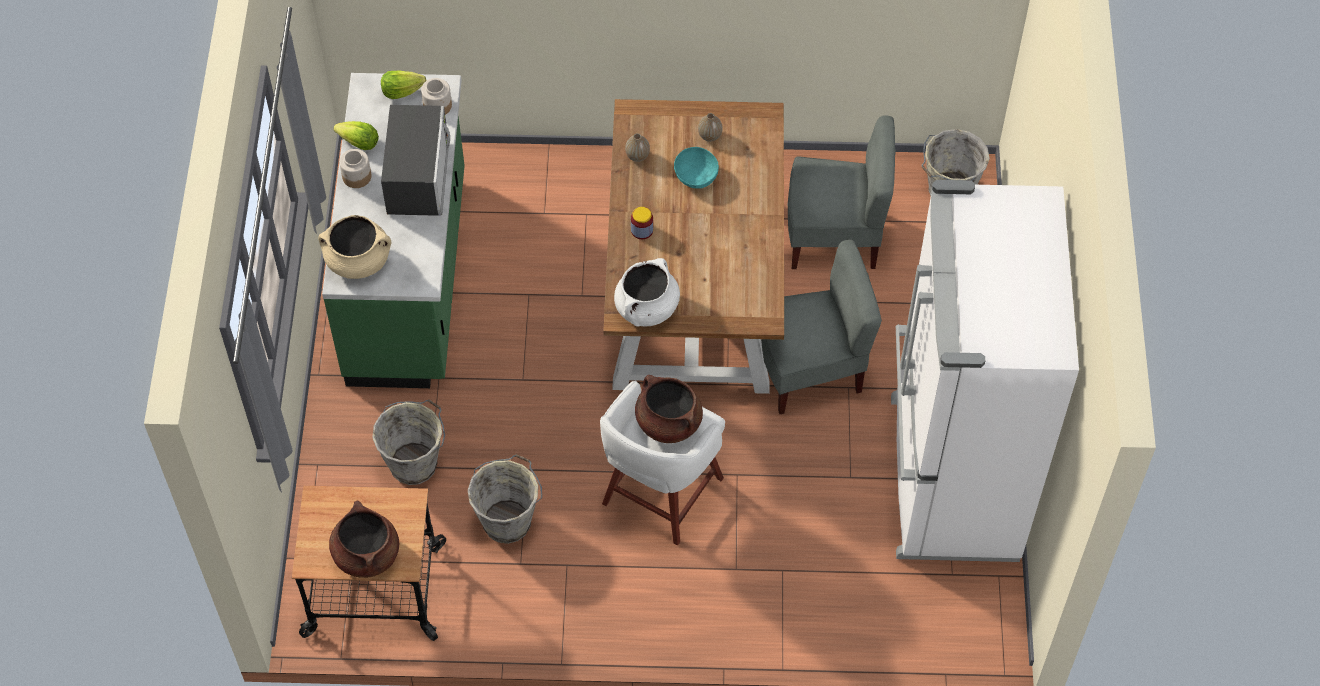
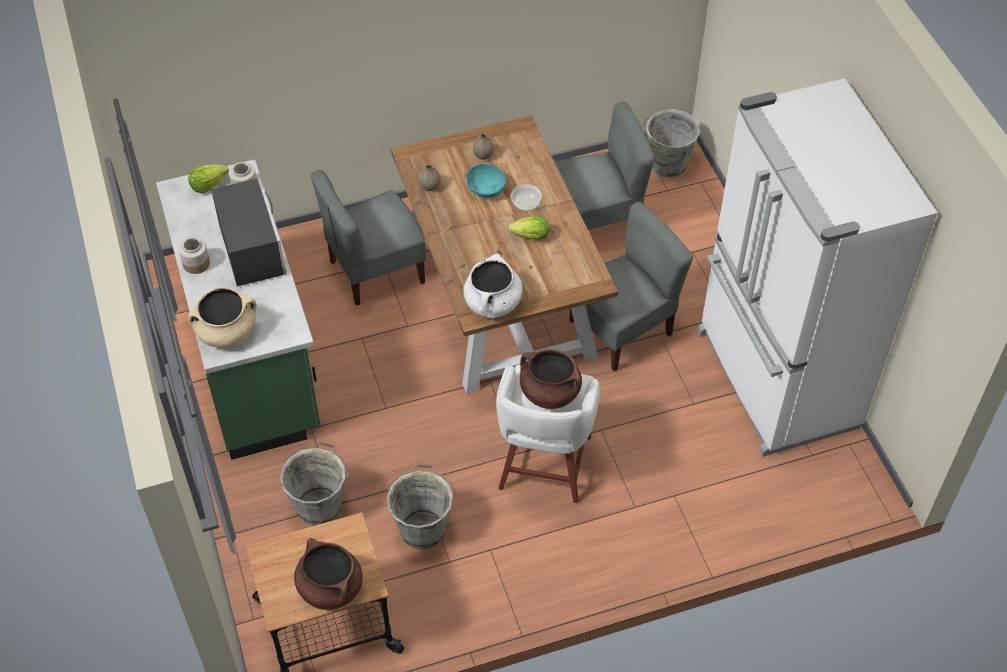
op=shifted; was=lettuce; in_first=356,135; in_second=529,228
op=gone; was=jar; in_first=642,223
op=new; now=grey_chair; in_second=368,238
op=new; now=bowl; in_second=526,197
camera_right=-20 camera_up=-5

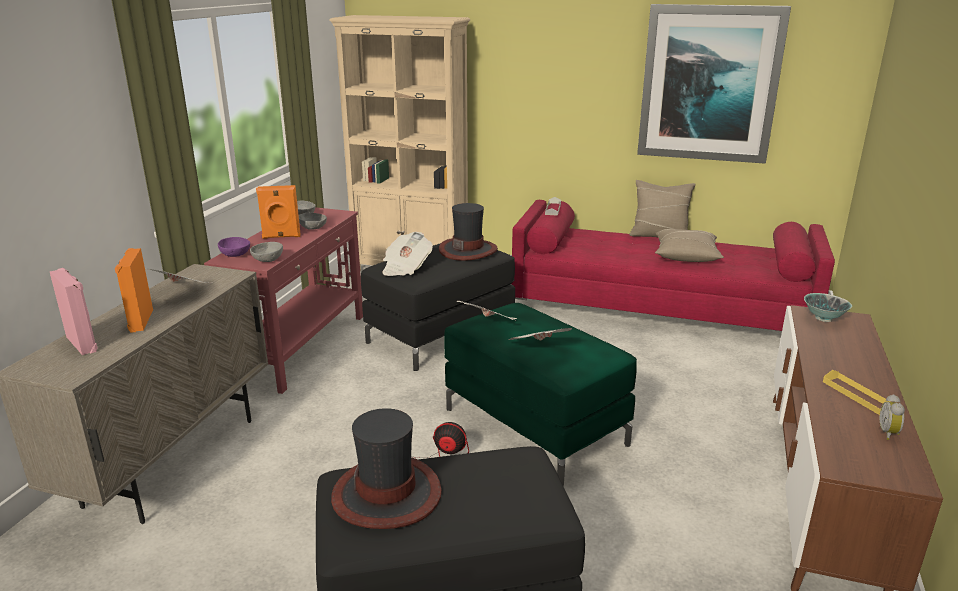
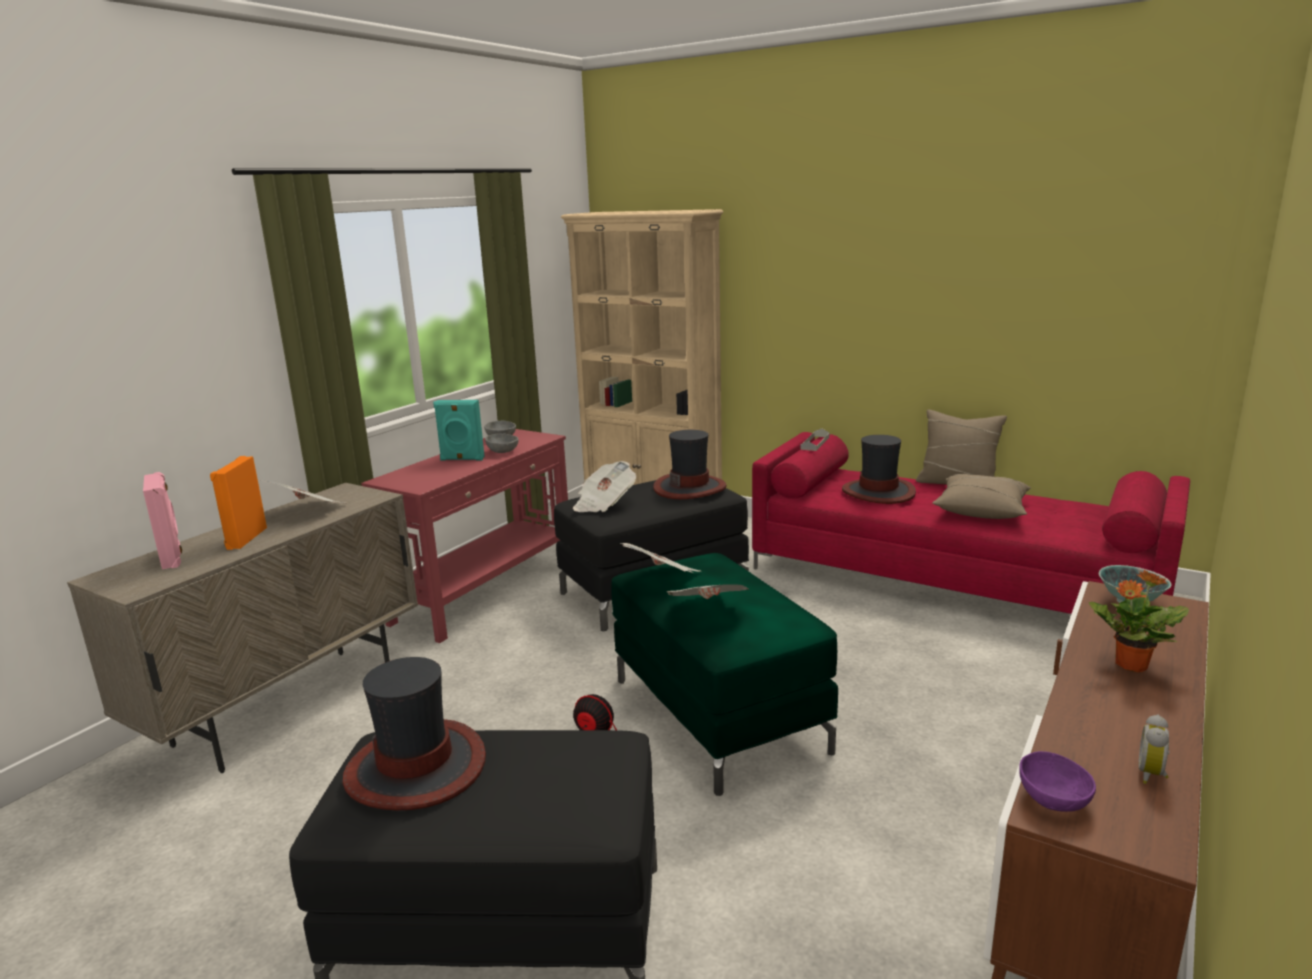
op=gone; was=picture; in_first=714,84
op=repainted; was=orange_speaker; now=turquoise_speaker; in_first=278,212; in_second=459,430
op=shifted; was=purple_bowl; in_first=234,247; in_second=1057,781
op=gone; was=grey_bowl; in_first=266,252
op=gone; was=yellow_tray; in_first=857,392
op=new; now=hat; in_second=879,469
op=new; now=potted_plant; in_second=1139,621
camera_right=15 camera_up=-5

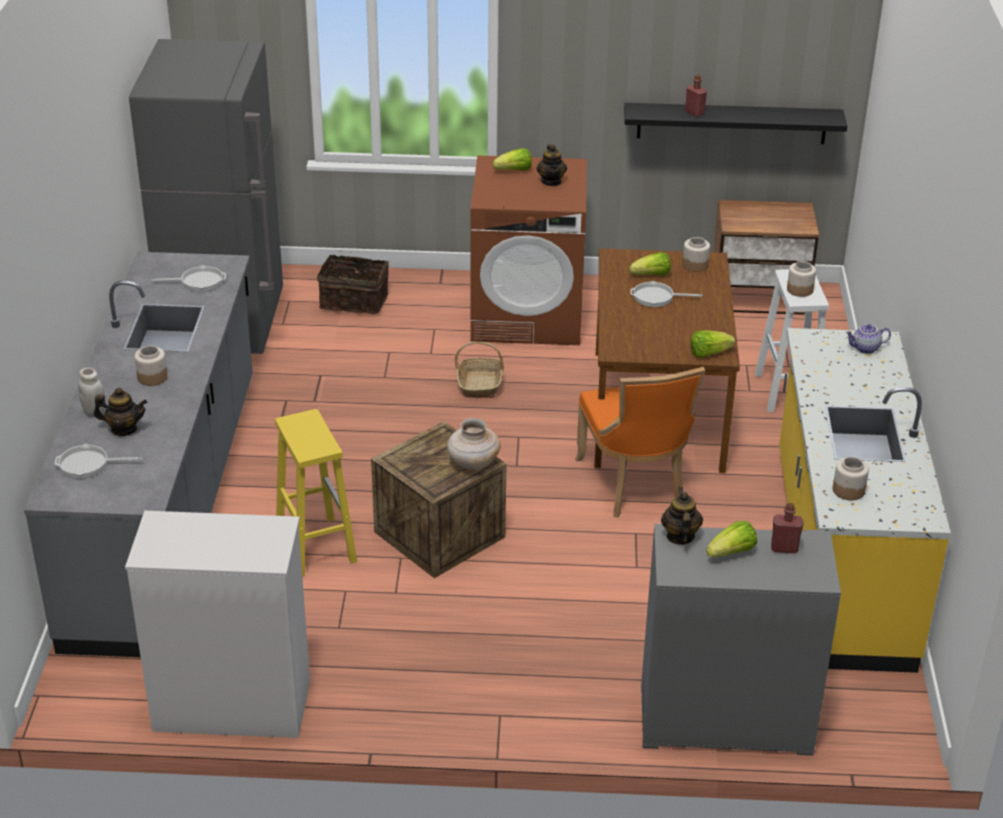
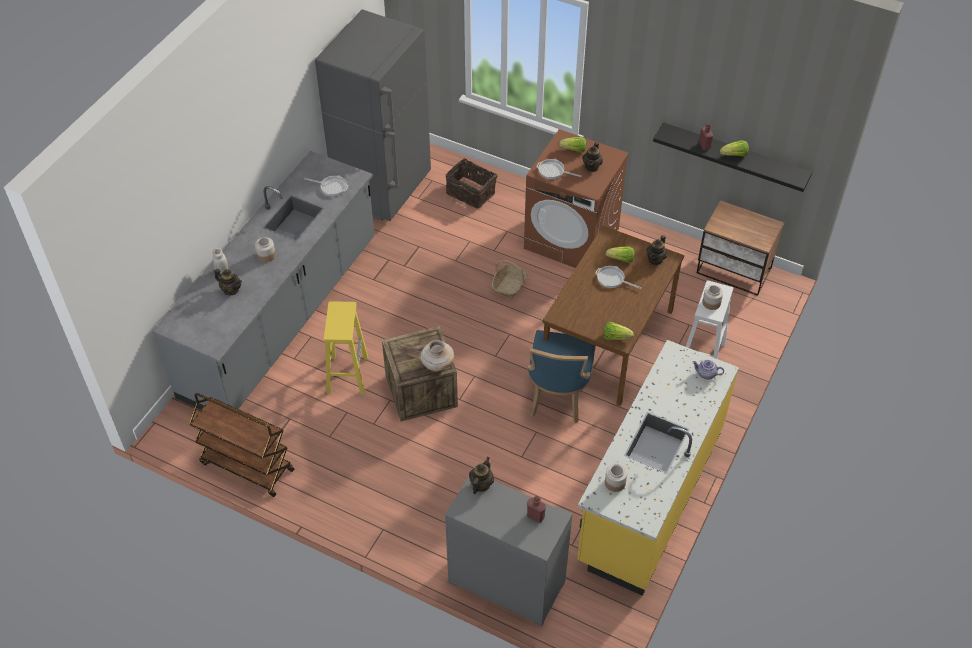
op=swapped; was=jar; now=teapot; in_first=696,254; in_second=656,250
op=repainted; was=orange_chair; now=blue_chair; in_first=640,442; in_second=562,376
op=shifted; was=frying_pan; in_first=98,461; in_second=559,169
op=swapped; was=white_dresser; now=brown_cart; in_first=217,624; in_second=241,445
op=shifted; was=lettuce; in_first=731,539; in_second=734,148
camera_right=25 camera_up=15

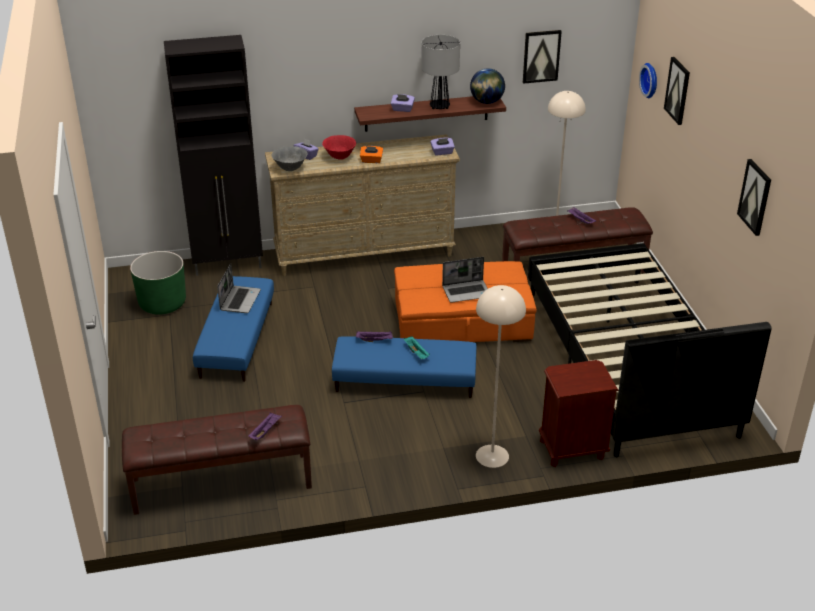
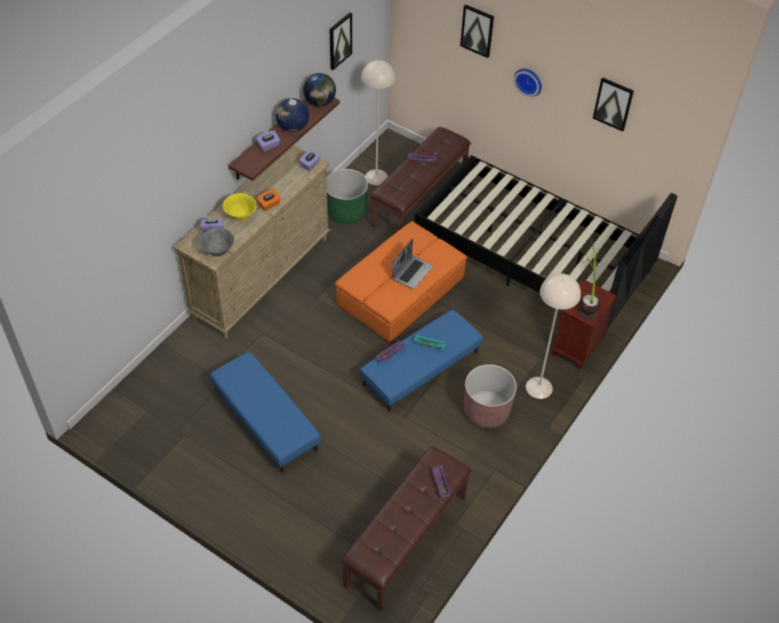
op=gone; was=black_cabinet; in_first=213,155
op=swapped; was=table_lamp; now=globe; in_first=440,72; in_second=292,115
op=shifted; was=wall_clock; in_first=648,80; in_second=528,83
op=repainted; was=red_bowl; now=yellow_bowl; in_first=339,147; in_second=239,206
op=shifted; was=green_planter; in_first=158,283; in_second=347,196
op=gone; was=laptop; in_first=239,288
op=new; now=potted_plant; in_second=590,276
op=new; now=brown_planter; in_second=490,396
camera_right=-45 camera_up=15

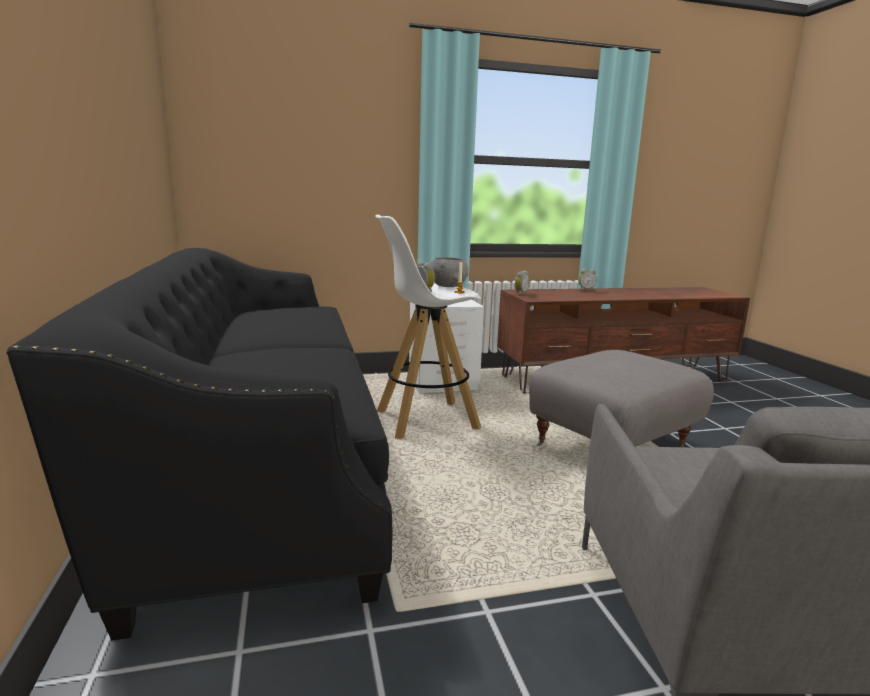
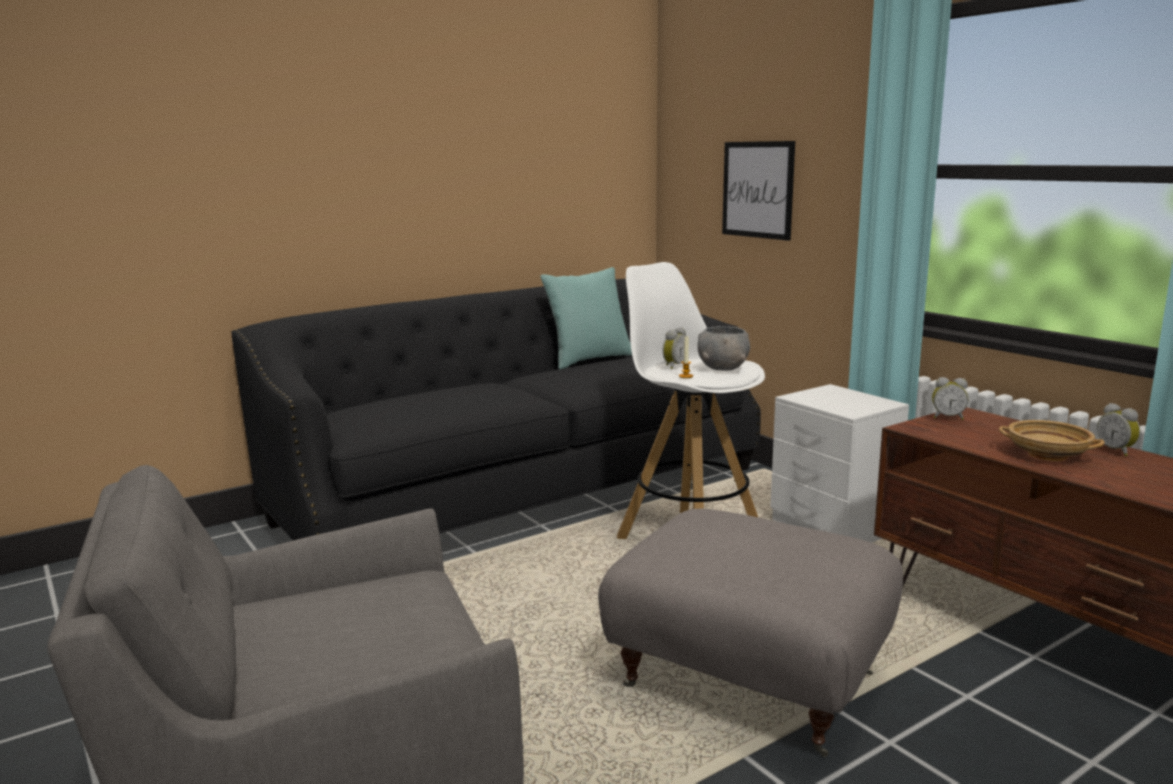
op=new; now=picture; in_second=758,191
op=new; now=turquoise_pillow; in_second=586,318
op=new; now=beige_bowl; in_second=1052,440
camera_right=70 camera_up=0

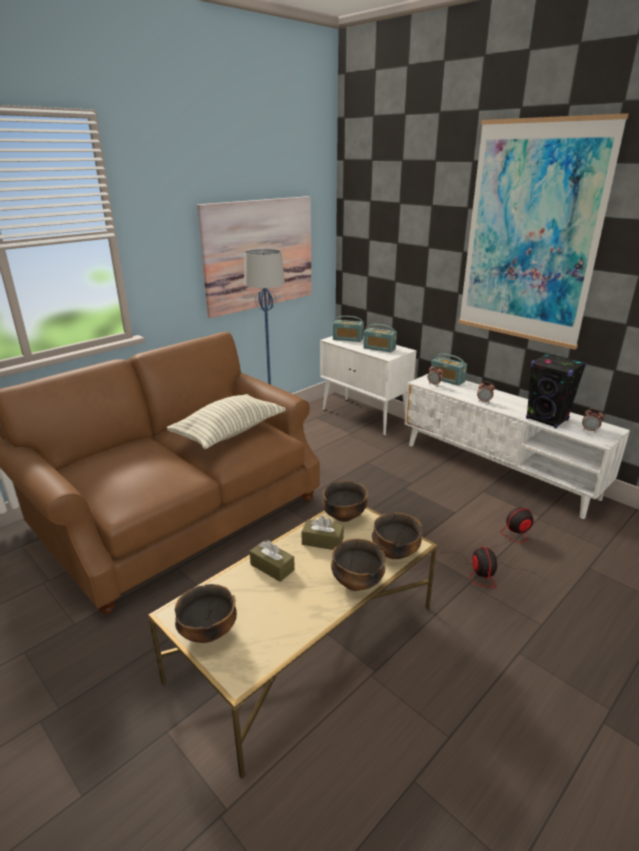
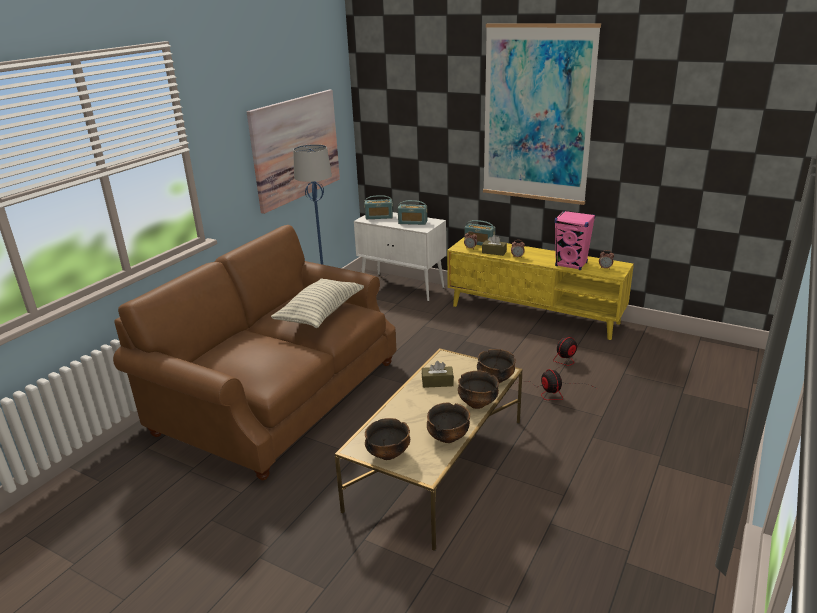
op=repainted; was=black_speaker; now=pink_speaker; in_first=556,390; in_second=575,240
op=repainted; was=white_tv_stand; now=yellow_tv_stand; in_first=517,446; in_second=540,288
op=shifted; was=bowl; in_first=345,501; in_second=448,422
op=shifted; was=brown_tissue_box; in_first=272,561; in_second=494,245
camera_right=-15 camera_up=0

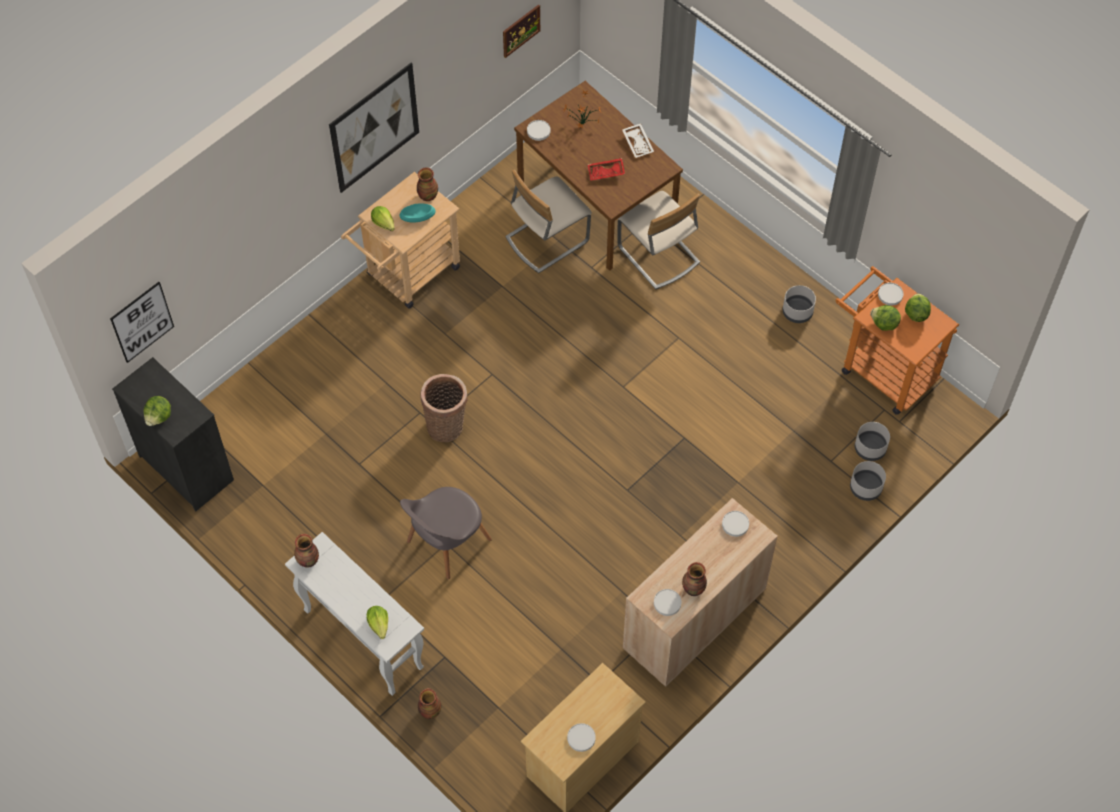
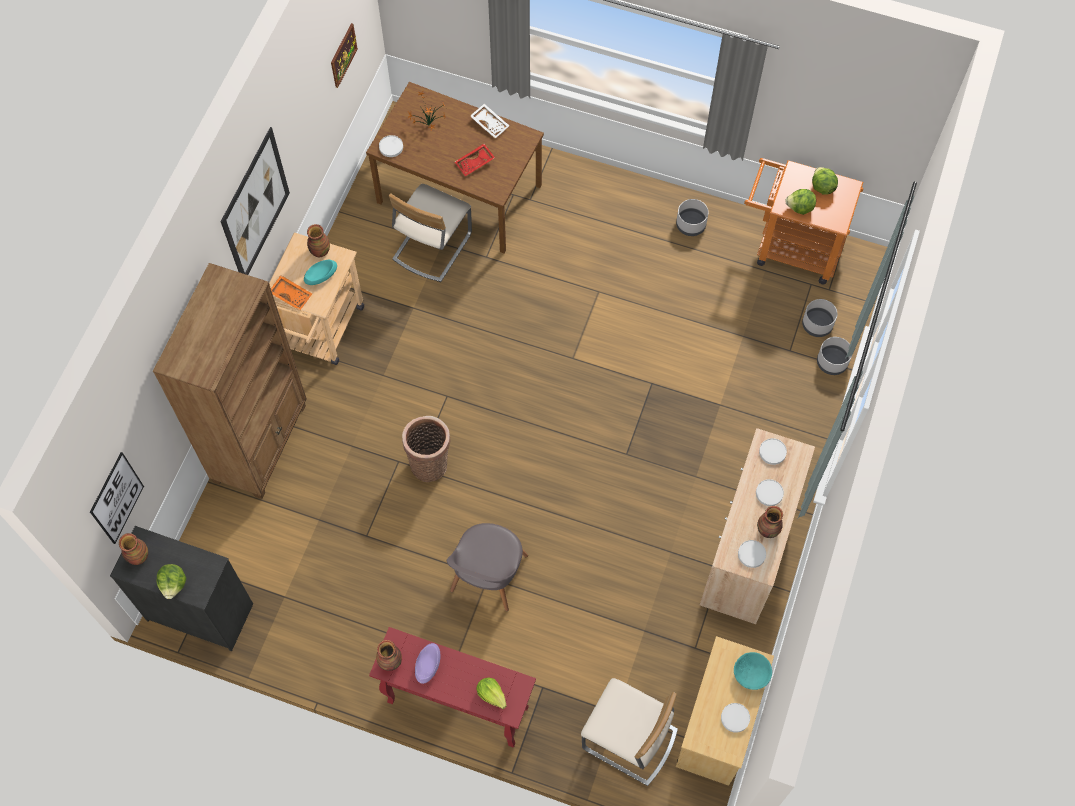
op=shifted; was=beige_chair; in_first=658,240; in_second=629,732
op=swapped; was=lettuce; now=orange_tray; in_first=382,218; in_second=291,293
op=shifted; was=white_plate; in_first=891,294; in_second=770,492
op=repainted; was=white_console_table; now=red_console_table; in_first=354,614; in_second=452,687
op=shifted; was=vase; in_first=429,703; in_second=133,549
op=new; now=brown_bookcase; in_second=230,381
op=new; now=purple_bowl; in_second=427,663
op=new; now=turquoise_bowl; in_second=753,671
camera_right=-25 camera_up=5

